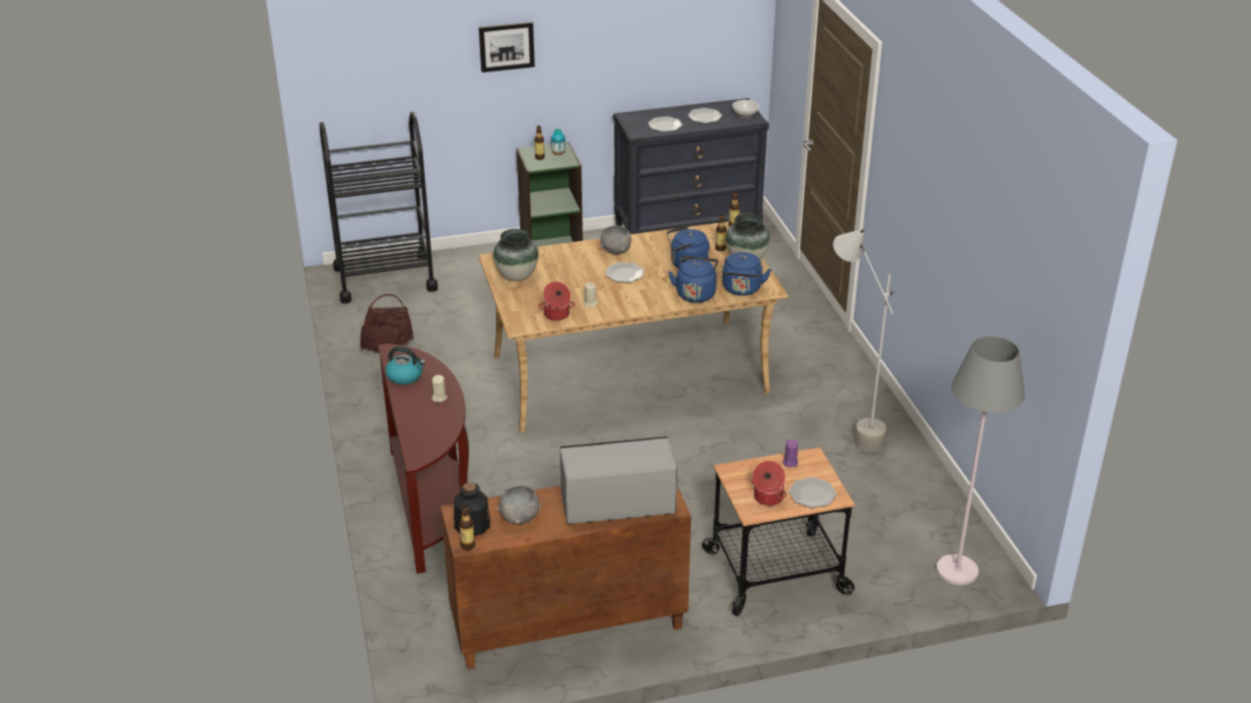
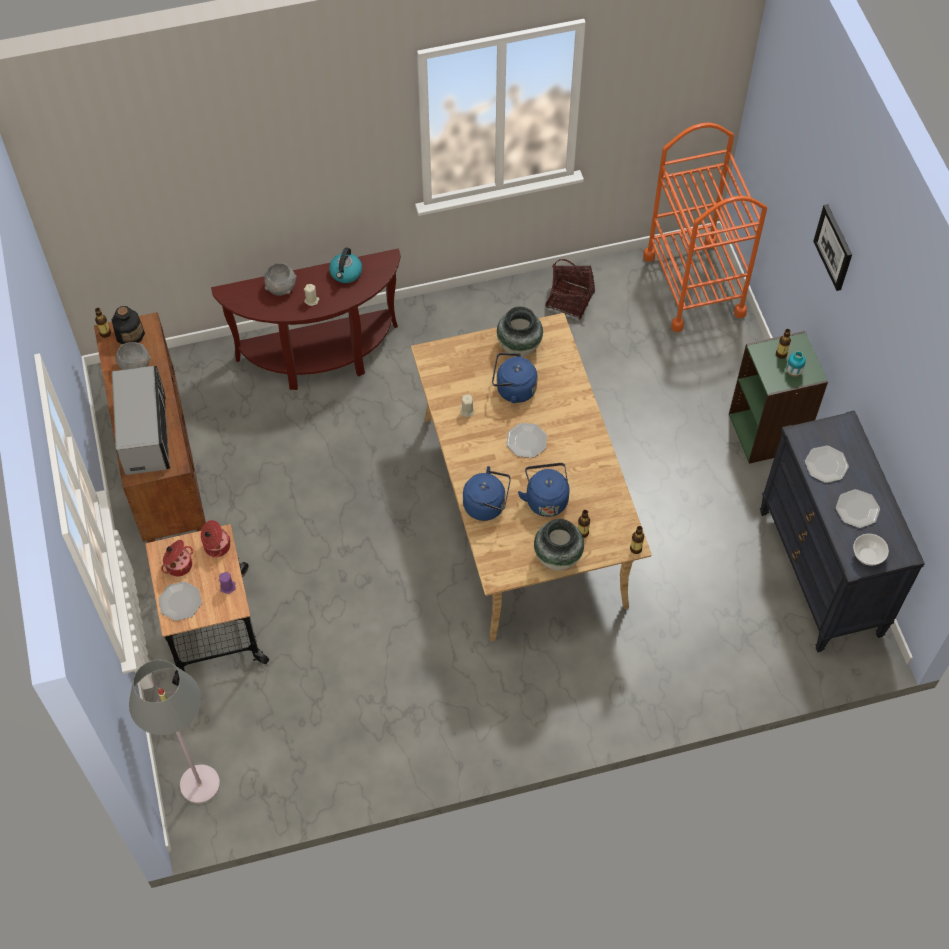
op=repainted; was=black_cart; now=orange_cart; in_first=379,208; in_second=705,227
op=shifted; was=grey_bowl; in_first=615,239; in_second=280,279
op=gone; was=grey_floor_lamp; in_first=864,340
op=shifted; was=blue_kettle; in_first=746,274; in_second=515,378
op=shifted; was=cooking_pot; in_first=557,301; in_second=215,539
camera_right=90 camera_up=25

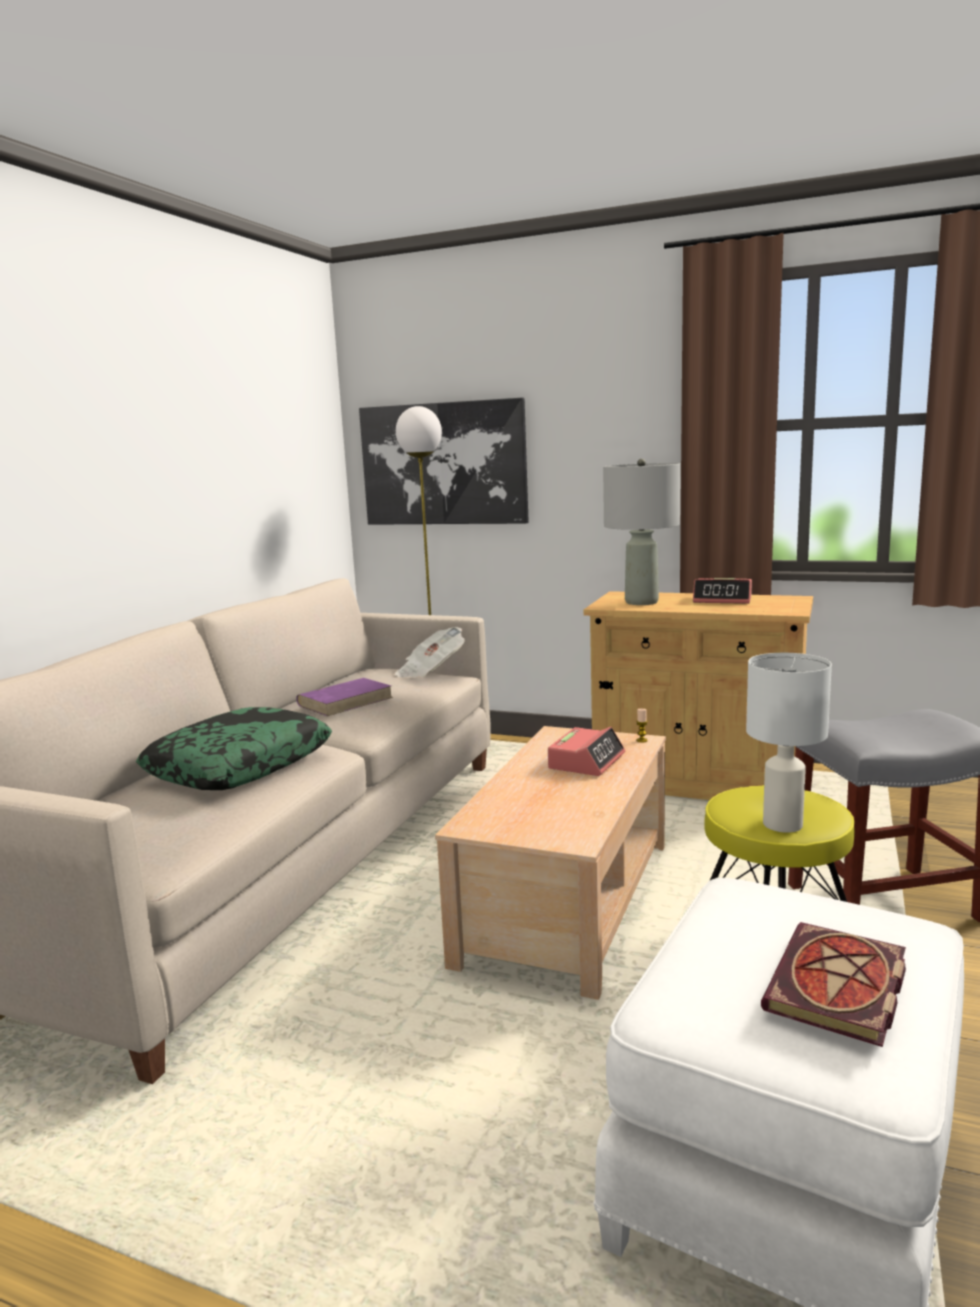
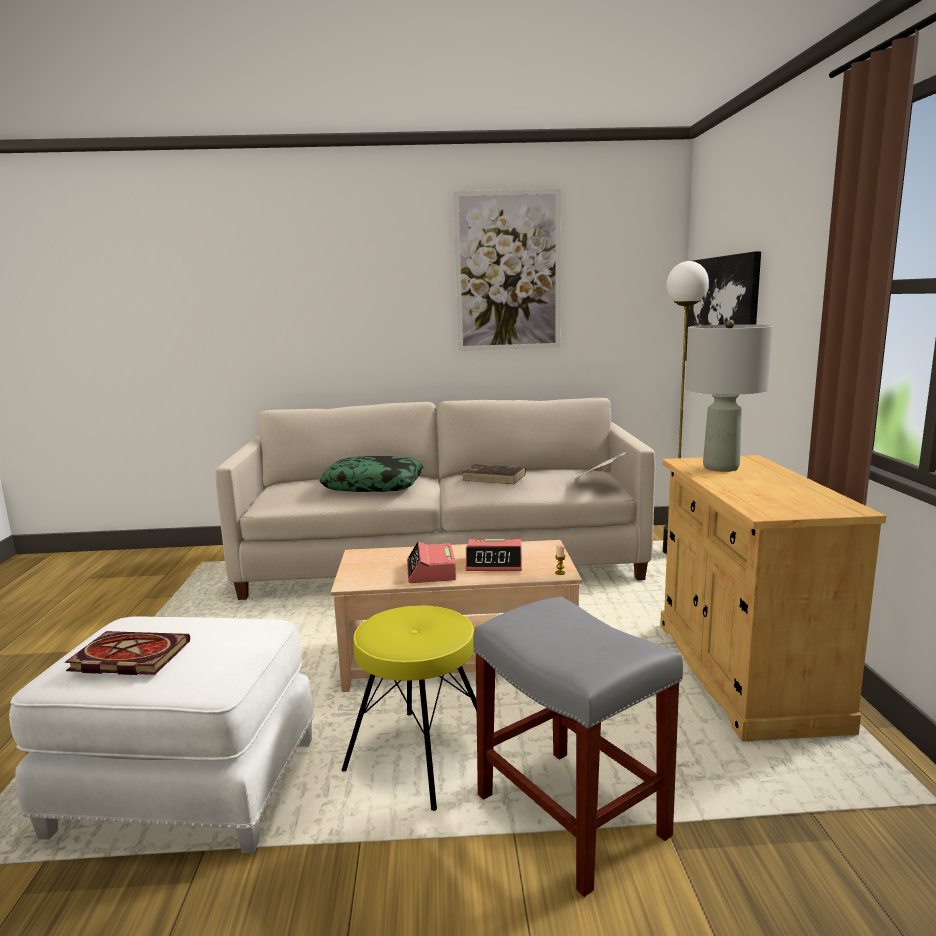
op=shifted; was=alarm_clock; in_first=722,591; in_second=431,562
op=gone; was=white_table_lamp; in_first=789,743
op=repainted; was=purple_book; now=brown_book; in_first=344,697; in_second=494,474
op=new; now=picture; in_second=506,270
camera_right=65 camera_up=0

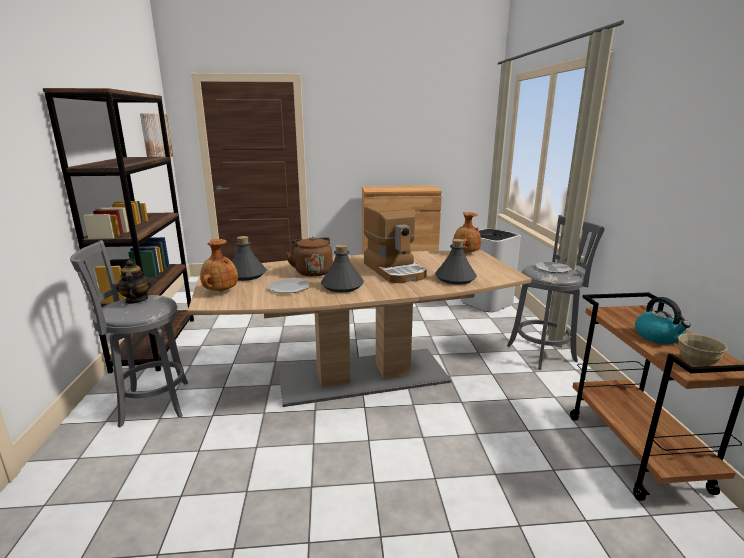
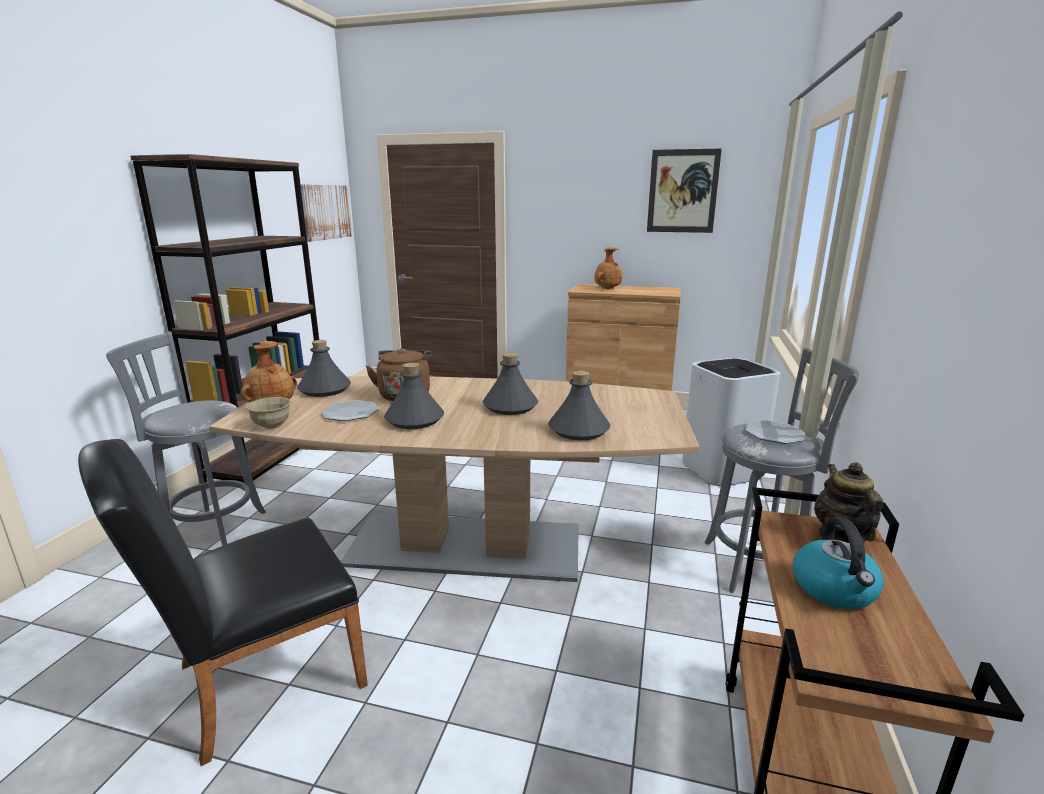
op=swapped; was=coffee_machine; now=grey_bottle; in_first=395,243; in_second=510,384
op=shifted; was=brown_vase; in_first=467,232; in_second=608,268
op=shifted; was=teapot; in_first=134,282; in_second=848,503
op=shifted; was=beige_bowl; in_first=703,349; in_second=268,413
op=new; now=picture; in_second=684,191
op=new; now=black_chair; in_second=223,602
camera_right=20 camera_up=0

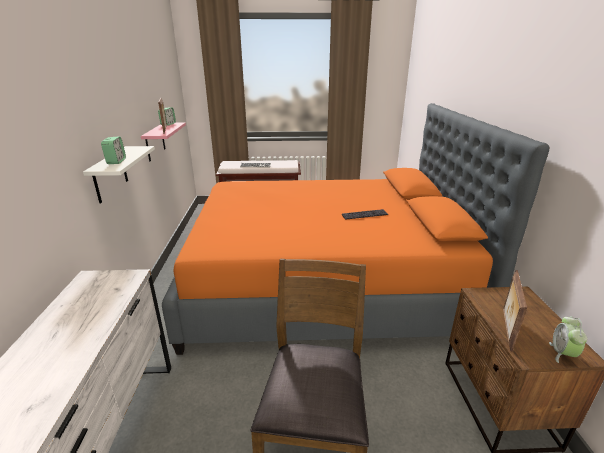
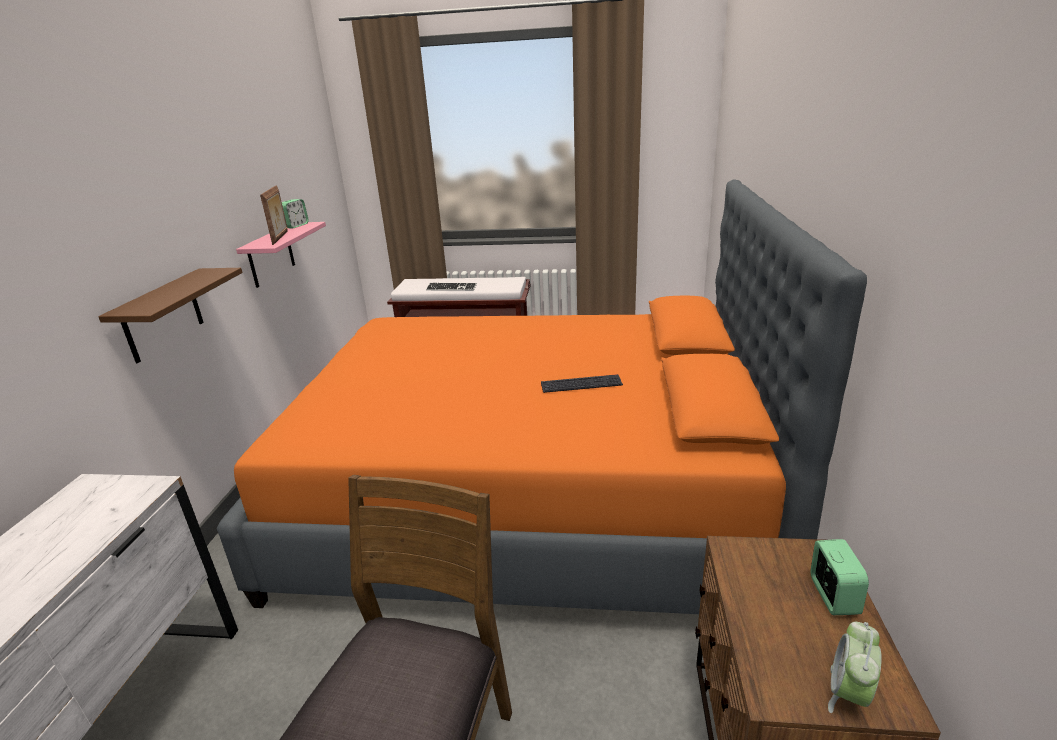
op=shifted; was=alarm_clock; in_first=113,150; in_second=840,577
op=repainted; was=white_shelf; now=brown_shelf; in_first=119,174; in_second=170,315
op=gone; was=picture_frame; in_first=515,311
camera_right=10 camera_up=0

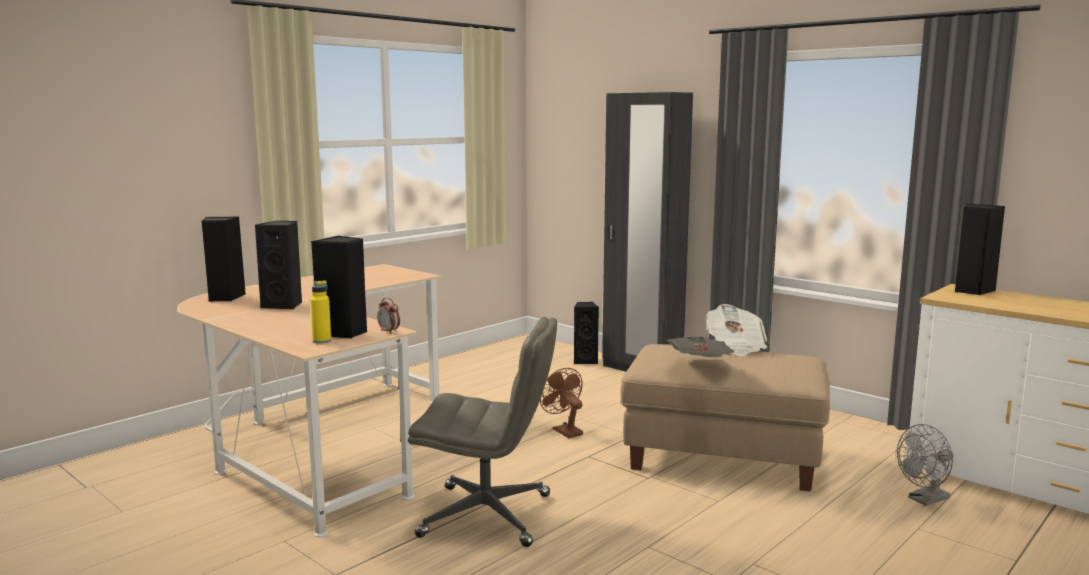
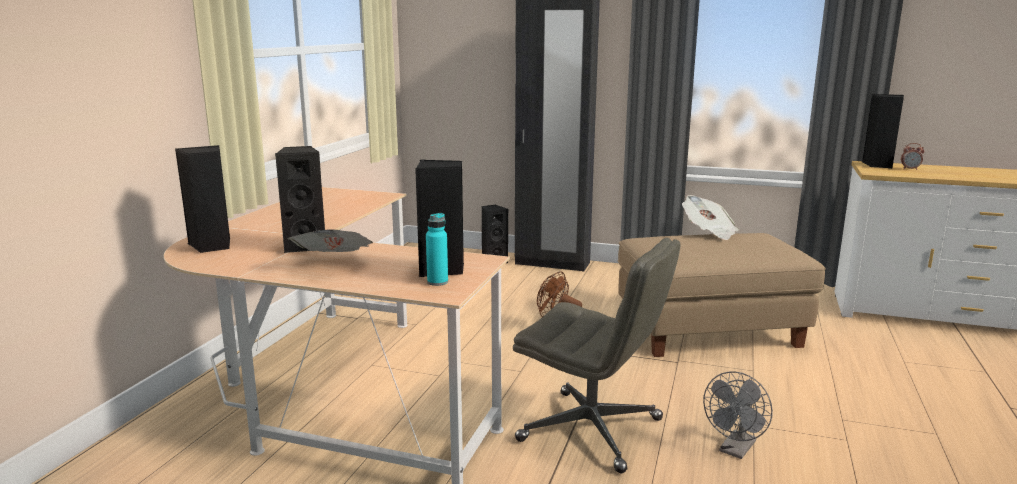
op=repainted; was=yellow_bottle; now=turquoise_bottle; in_first=321,311; in_second=437,249
op=shifted; was=alarm_clock; in_first=388,315; in_second=912,156
op=rotated; was=grey_office_chair; in_first=482,432; in_second=597,355; clockwise=45
op=shifted; was=newspaper; in_first=700,347; in_second=330,240
op=shifted; was=grey_fan; in_first=925,465; in_second=738,415
camera_right=-25 camera_up=5

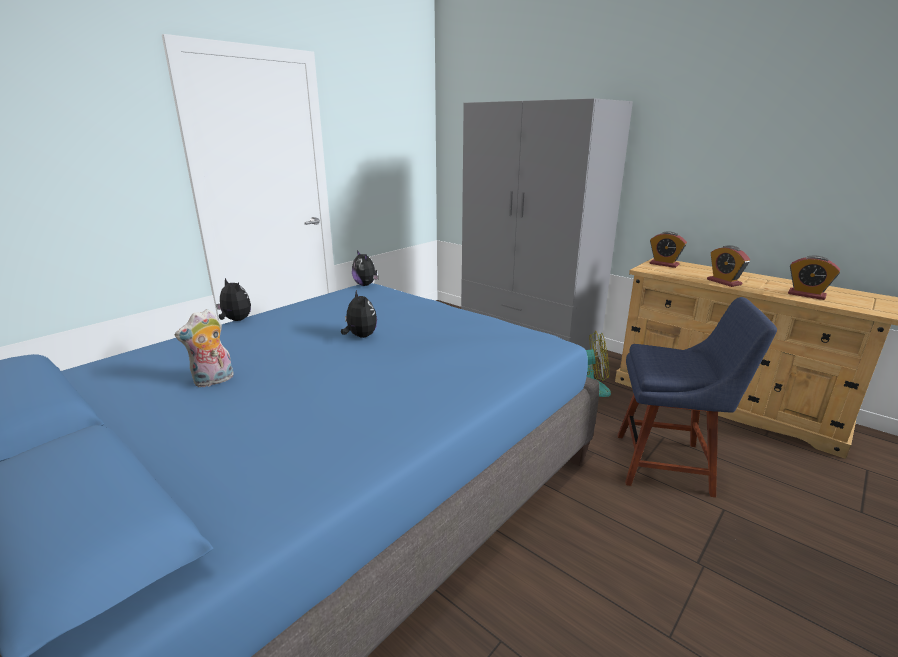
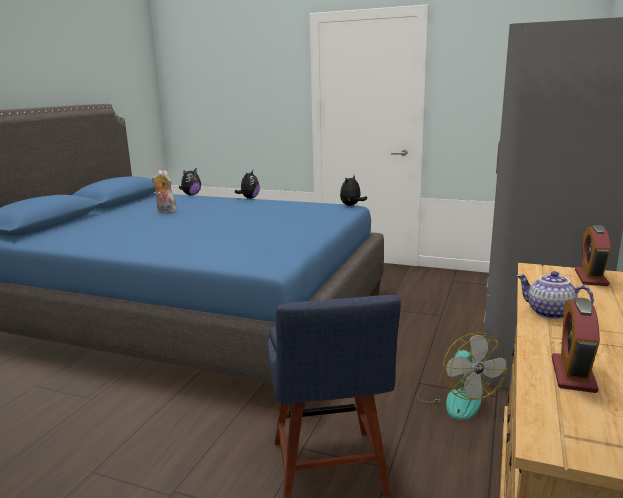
op=swapped; was=alarm_clock; now=teapot; in_first=728,266; in_second=555,295
op=shifted; was=plush_toy; in_first=359,313; in_second=190,181
camera_right=70 camera_up=-5

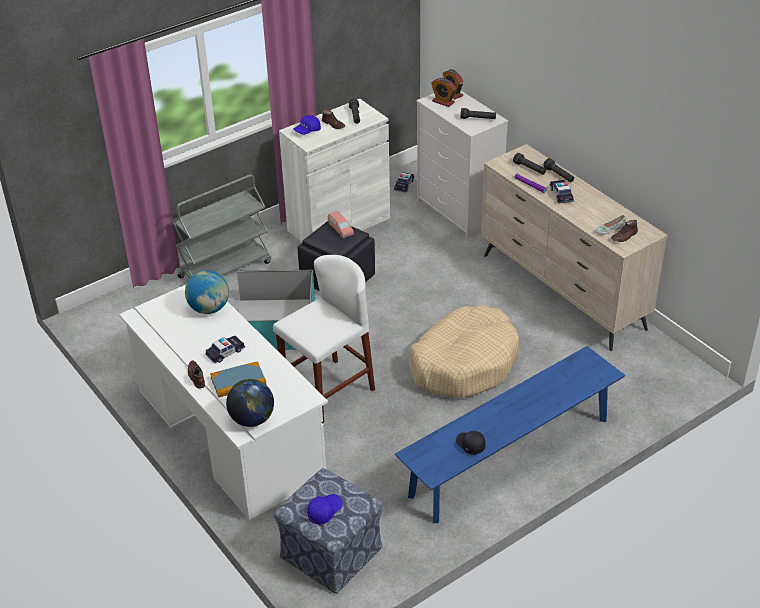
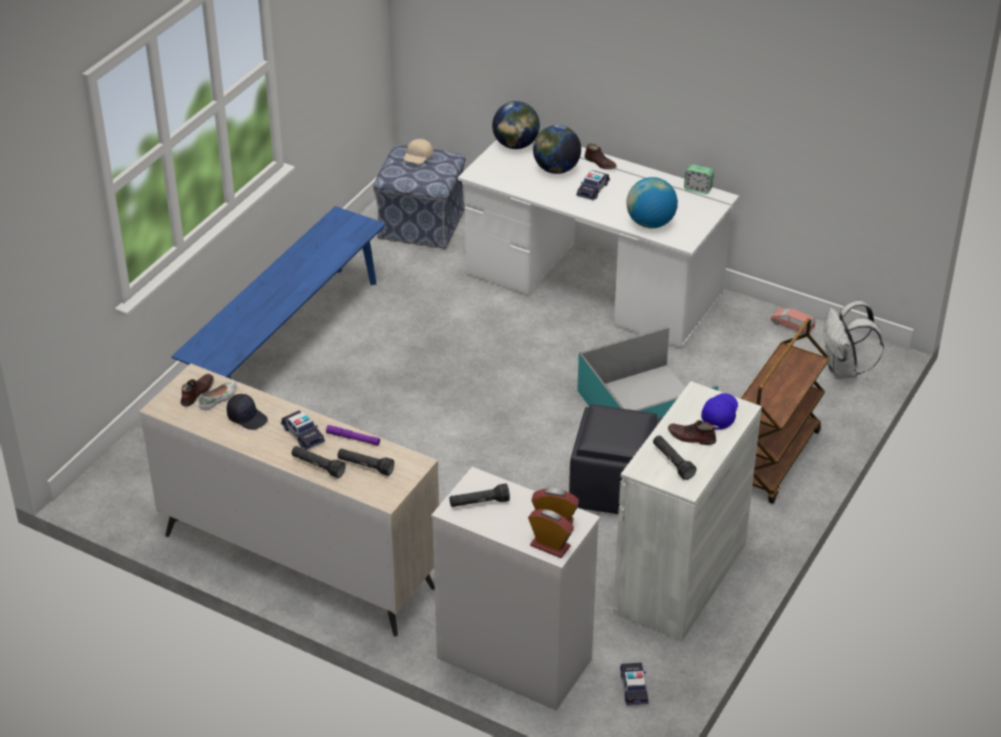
op=repainted; was=grey_cart; now=brown_cart; in_first=221,226; in_second=785,411
op=shifted; was=pink_toy_car; in_first=341,224; in_second=793,321
op=gone; was=white_stool; in_first=324,339
op=gone; was=beige_dog_bed; in_first=464,351
op=swapped; was=book; now=globe; in_first=238,379; in_second=557,149
op=shifted; was=black_cap; in_first=470,443; in_second=247,412
op=repainted; was=blue_cap; now=beige_cap; in_first=325,509; in_second=418,151
op=new; now=alarm_clock; in_second=699,179
op=new; now=white_backpack; in_second=853,340
camera_right=155 camera_up=0

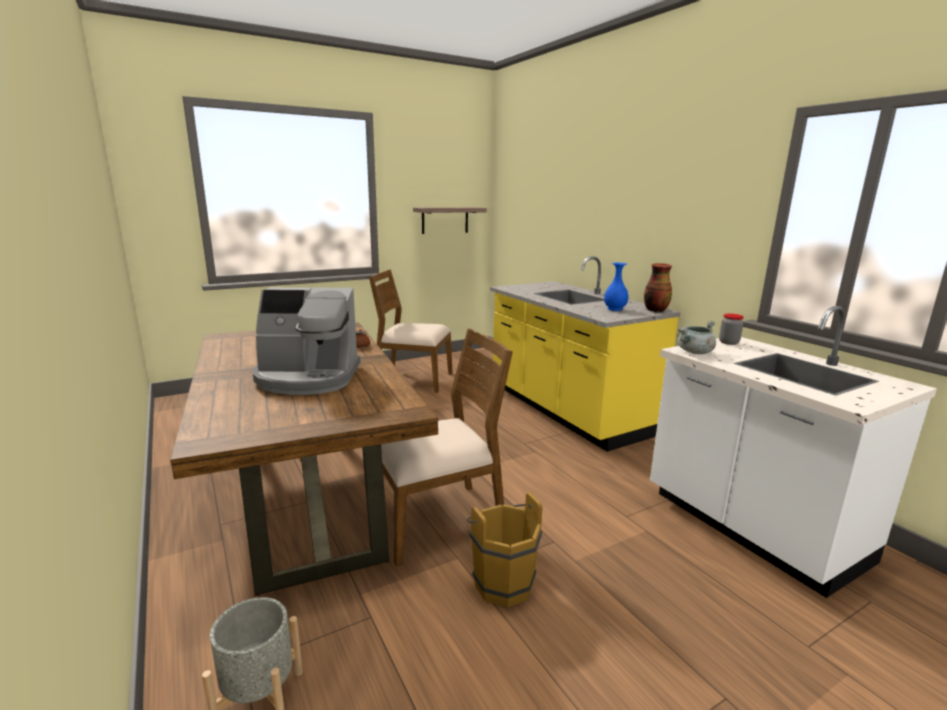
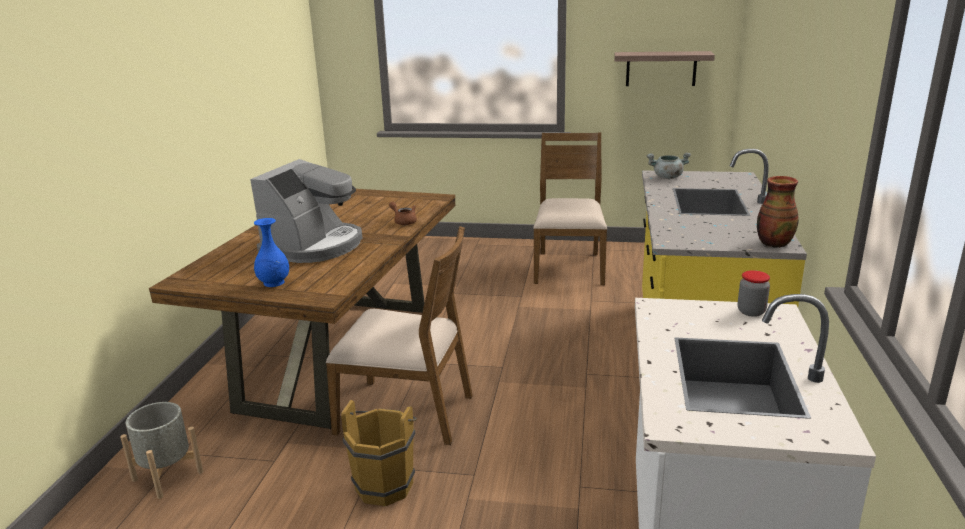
op=shifted; was=blue_vase; in_first=616,287; in_second=271,252
op=rotated; was=brown_chair; in_first=411,331; in_second=570,208; clockwise=45
op=rotated; was=coffee_machine; in_first=306,341; in_second=306,211; clockwise=-105
op=shifted; was=grey_cooking_pot; in_first=697,337; in_second=668,165
camera_right=40 camera_up=5

